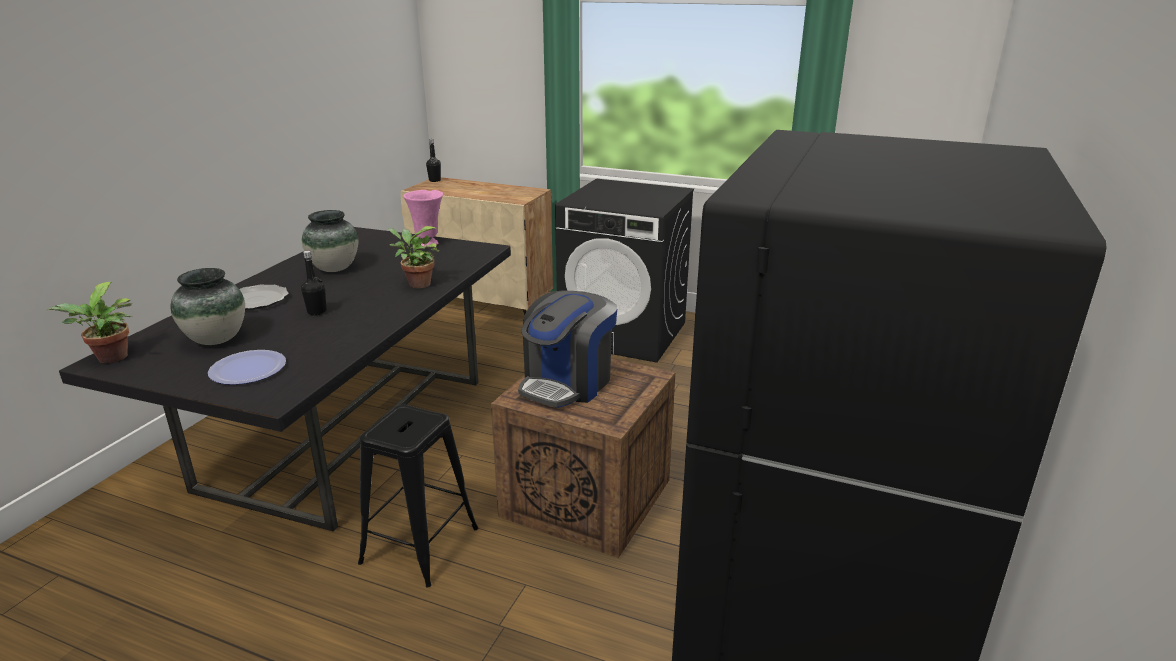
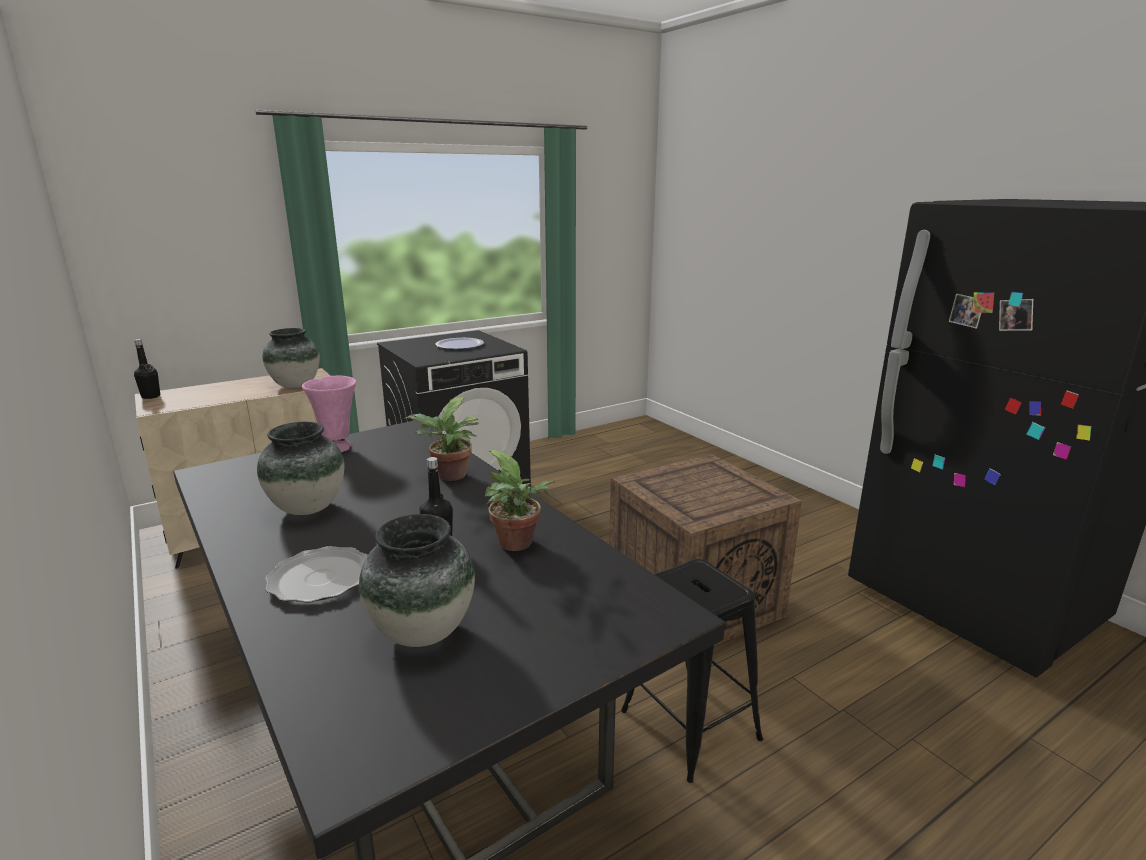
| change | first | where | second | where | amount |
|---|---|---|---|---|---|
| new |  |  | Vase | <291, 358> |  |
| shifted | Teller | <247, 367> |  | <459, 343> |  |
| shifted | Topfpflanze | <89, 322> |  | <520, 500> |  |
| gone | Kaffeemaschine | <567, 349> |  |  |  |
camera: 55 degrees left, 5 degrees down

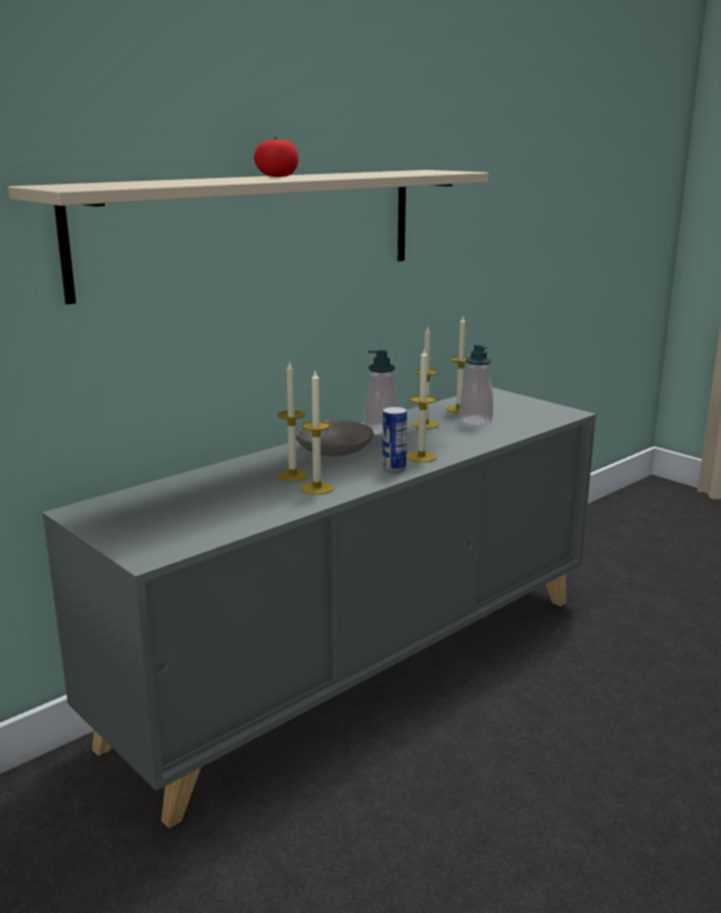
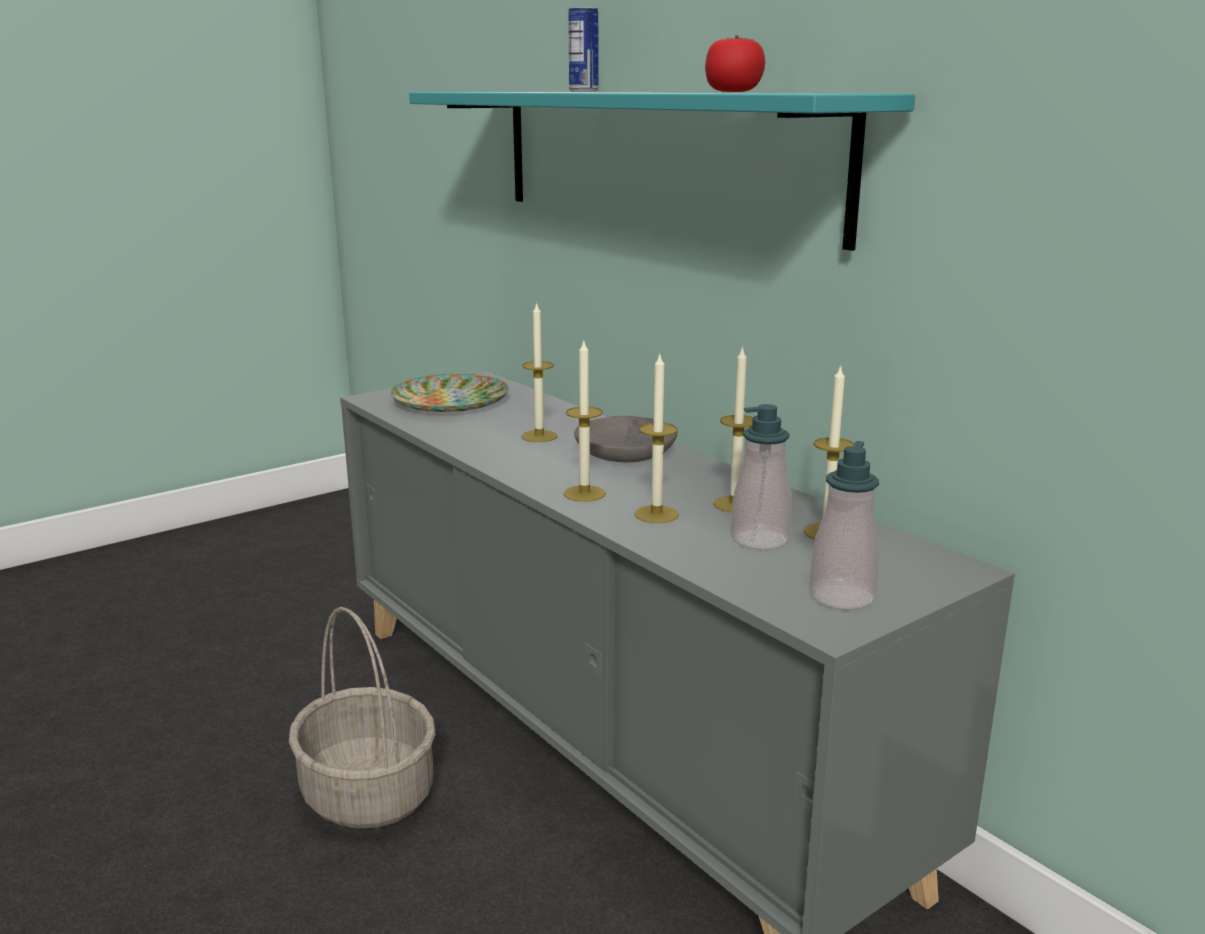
| change | first | where | second | where | amount |
|---|---|---|---|---|---|
| new |  |  | Korb | <362, 718> |  |
| new |  |  | Teller | <449, 393> |  |
| repainted | Wandregal (beige) | <248, 237> | Wandregal (türkis) | <662, 171> |  |
| shifted | Dose | <394, 439> |  | <583, 49> |  |
| shifted | Kerze | <317, 433> |  | <657, 439> |  |
| shifted | Tomate | <276, 157> |  | <735, 63> |  |
| shifted | Seifenspender | <381, 392> |  | <844, 525> |  |
camera: 95 degrees right, 0 degrees up

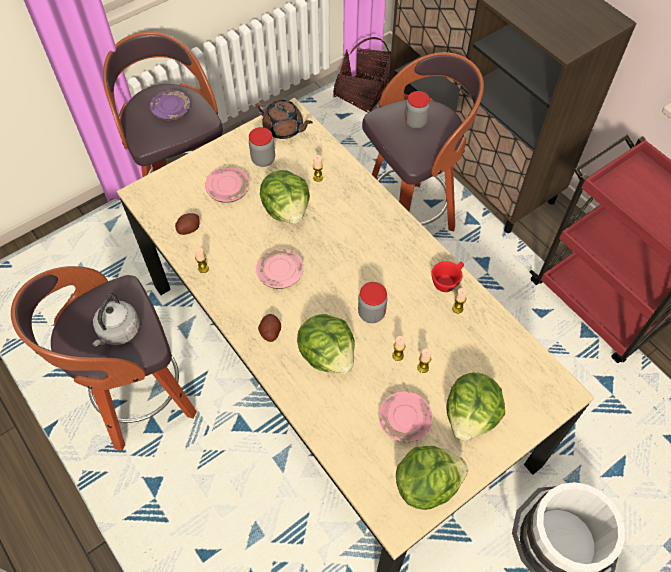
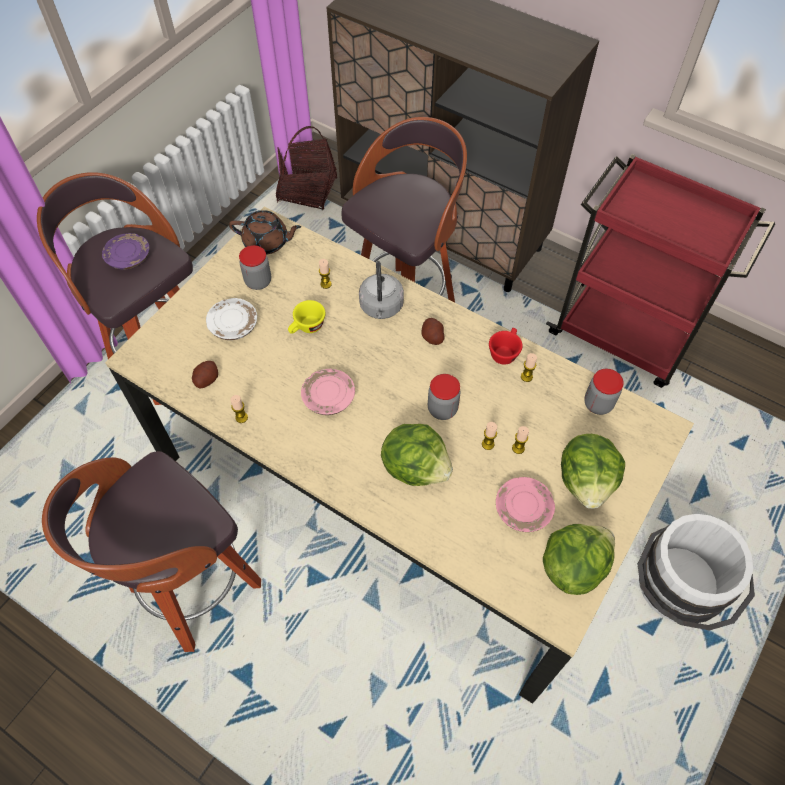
| change | first | where | second | where | amount |
|---|---|---|---|---|---|
| repainted | Teller (rosa) | <227, 185> | Teller (weiß) | <231, 319> |  |
| swapped | Salatkopf | <285, 197> | Tasse (gelb) | <306, 317> |  |
| shifted | Wasserkessel (grau) | <116, 319> |  | <381, 290> |  |
| shifted | Kartoffel | <269, 328> |  | <433, 331> |  |
| shifted | Vorratsglas | <417, 110> |  | <604, 392> |  |
camera: 20 degrees left, 0 degrees up

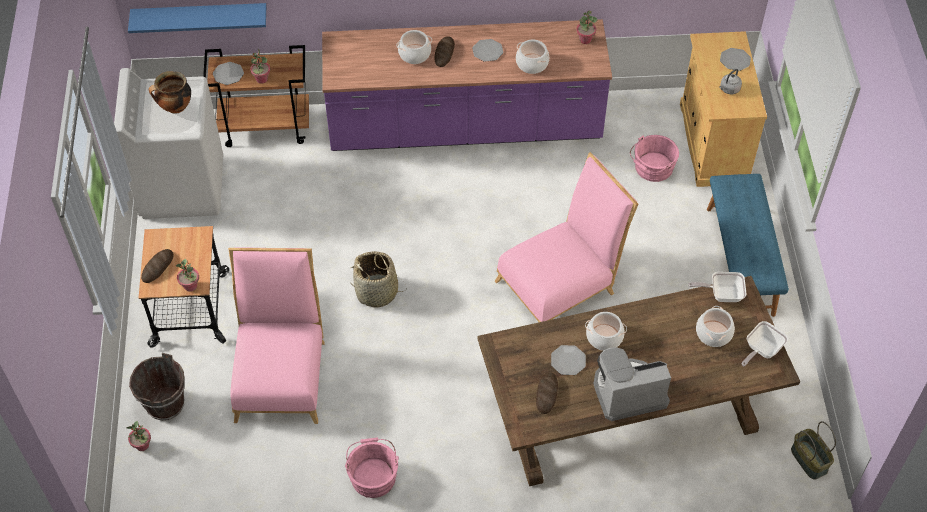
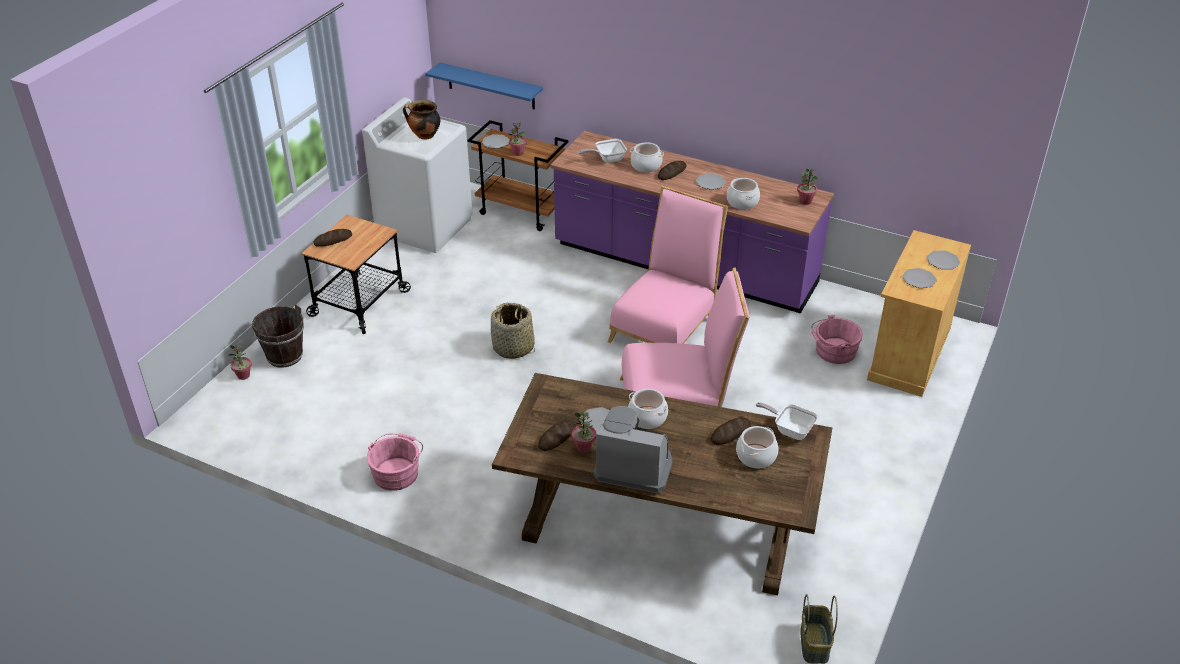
| change | first | where | second | where | amount |
|---|---|---|---|---|---|
| shifted | Topfpflanze | <187, 275> |  | <583, 432> |  |
| shifted | Pfanne | <765, 343> |  | <602, 151> |  |
| shifted | Stuhl (rosa) | <276, 335> |  | <668, 265> |  |
| new |  |  | Brot | <731, 431> |  |
| swapped | Wasserkessel (grau) | <730, 81> | Teller | <919, 278> |  |
| gone | Bank (blau) | <748, 245> |  |  |  |
camera: 30 degrees right, 15 degrees down

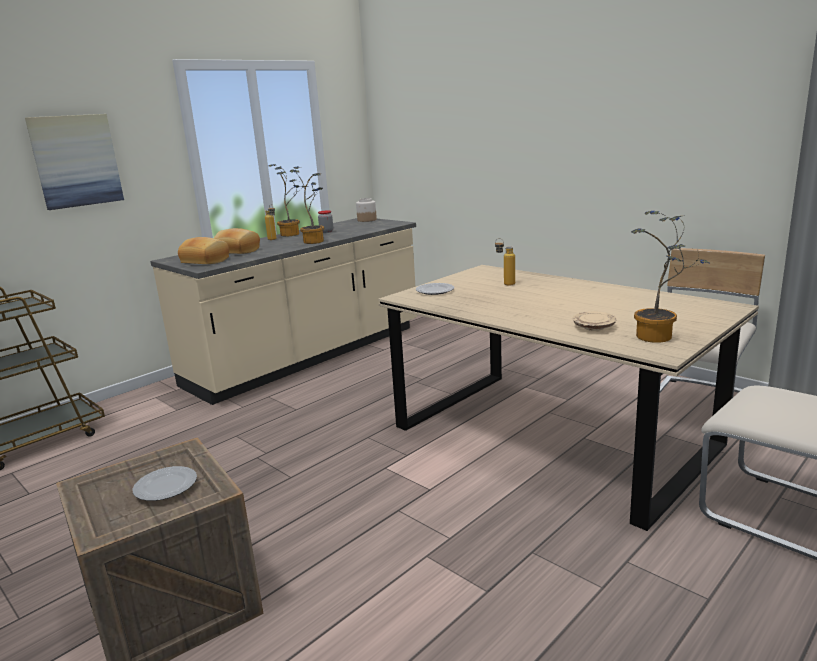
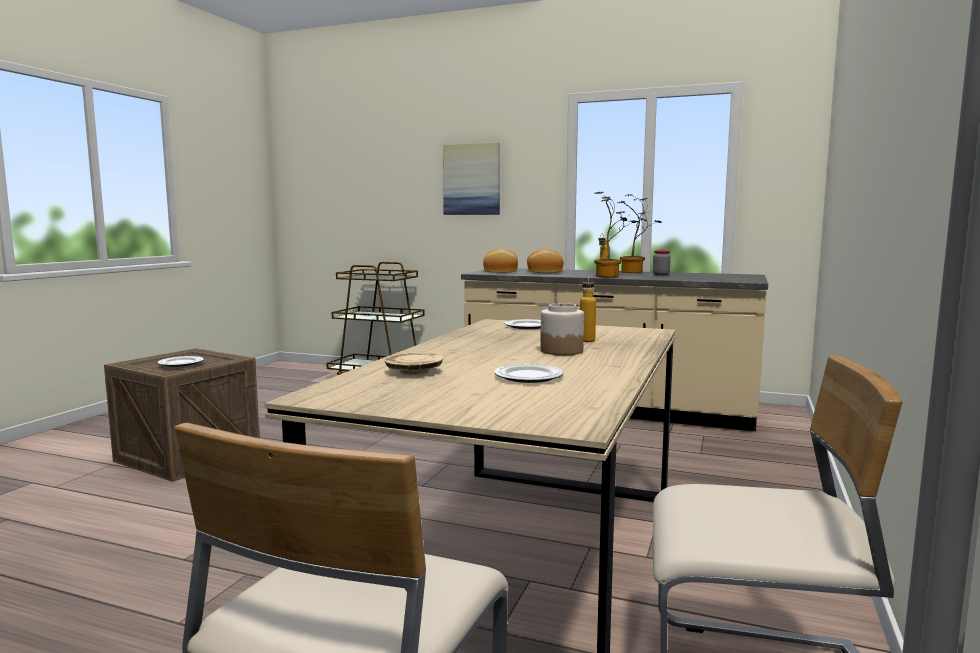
| change | first | where | second | where | amount |
|---|---|---|---|---|---|
| new |  |  | Teller | <529, 373> |  |
| shifted | Vorratsglas | <366, 210> |  | <562, 329> |  |
| gone | Topfpflanze | <670, 277> |  |  |  |
camera: 65 degrees right, 10 degrees down

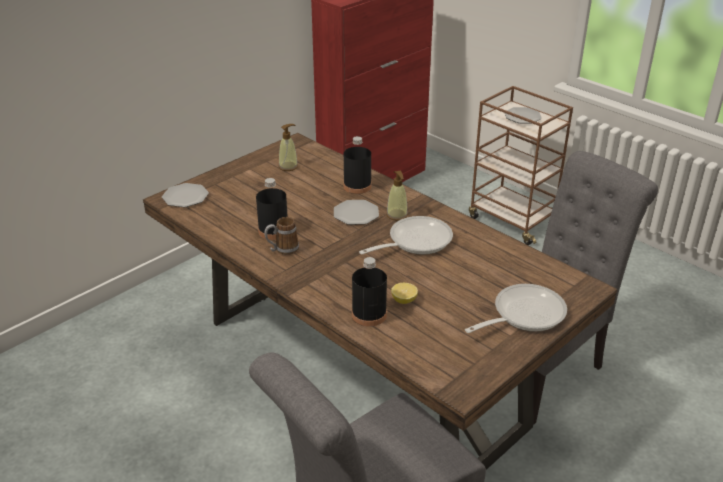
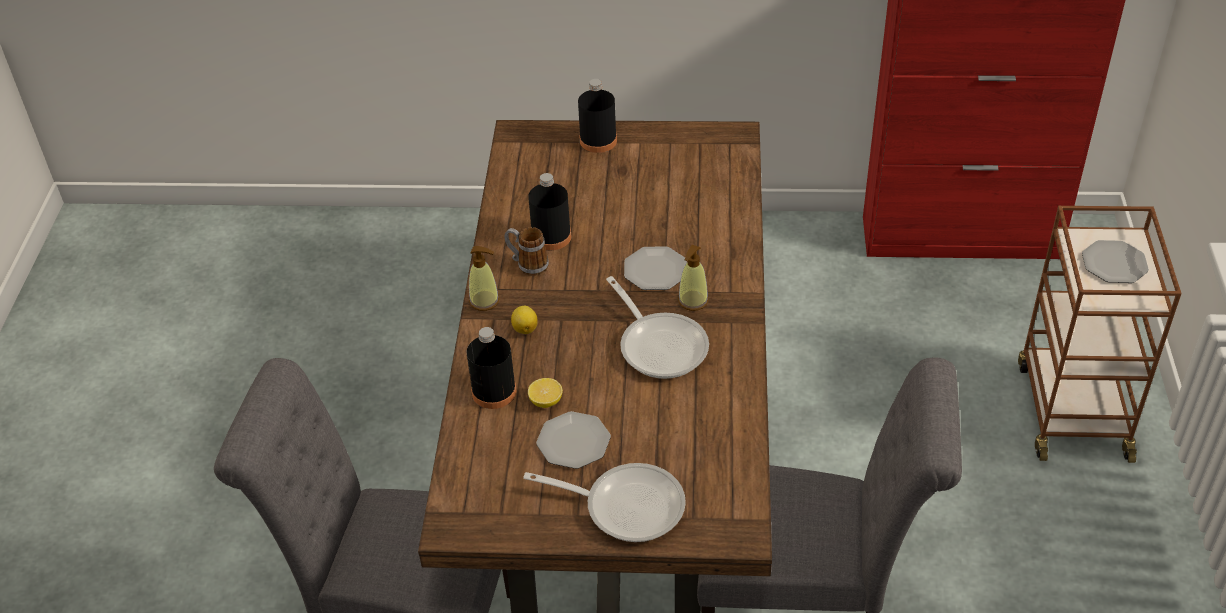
| change | first | where | second | where | amount |
|---|---|---|---|---|---|
| shifted | Seifenspender | <288, 147> |  | <484, 278> |  |
| new |  |  | Zitrone | <524, 320> |  |
| shifted | Teller | <185, 195> |  | <573, 440> |  |
| shifted | Flasche (schwarz) | <358, 165> |  | <597, 116> |  |
| rotated | Pfanne | <406, 235> |  | <657, 327> | 45 degrees clockwise |
camera: 50 degrees right, 10 degrees up

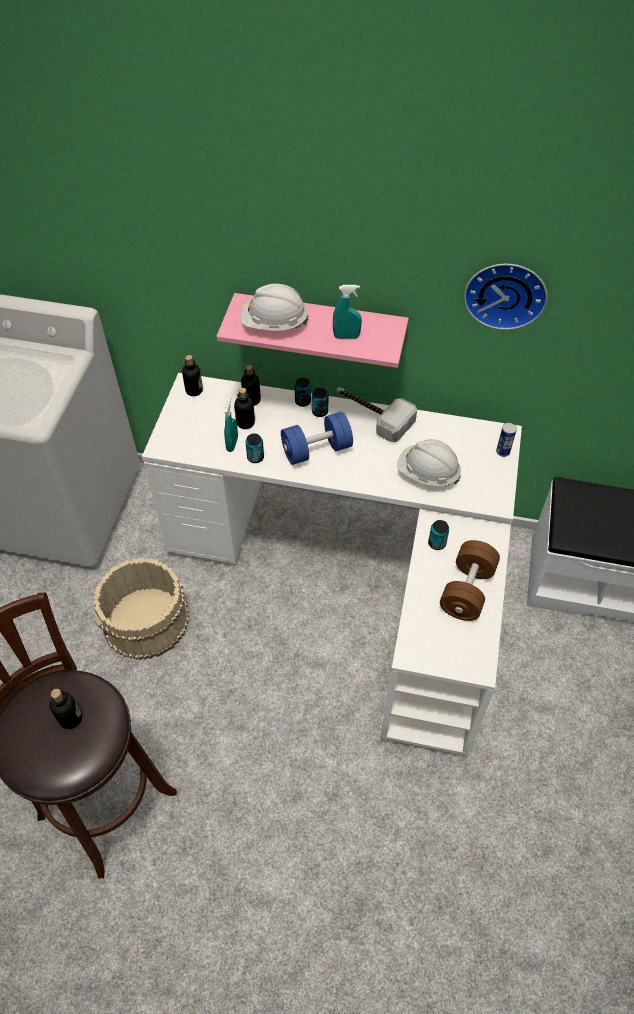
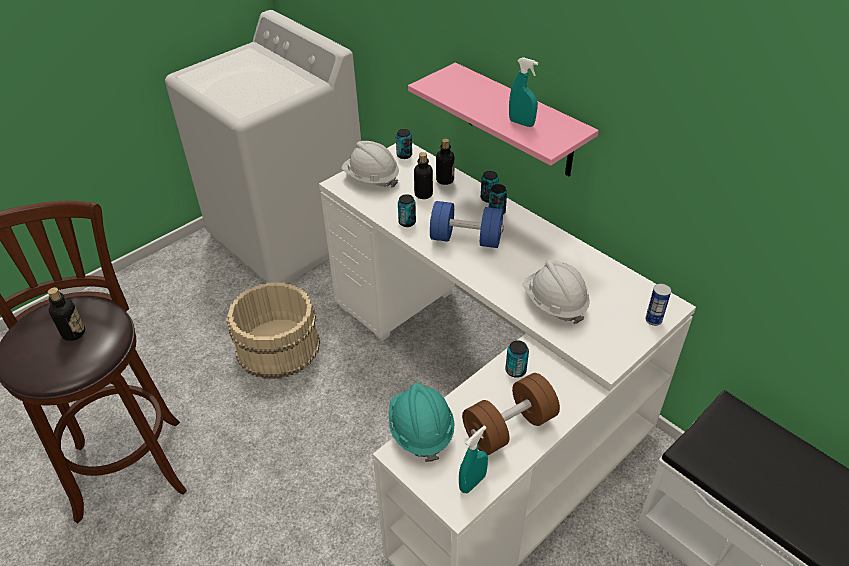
| change | first | where | second | where | amount |
|---|---|---|---|---|---|
| shifted | Schutzhelm (weiß) | <275, 307> |  | <370, 164> |  |
| new |  |  | Schutzhelm (türkis) | <421, 422> |  |
| swapped | Flasche | <192, 375> | Dose | <404, 144> |  |
| shifted | Sprühflasche (türkis) | <231, 424> |  | <473, 459> |  |
| gone | Hammer | <376, 414> |  |  |  |
| gone | Wanduhr | <506, 297> |  |  |  |
camera: 35 degrees right, 10 degrees down

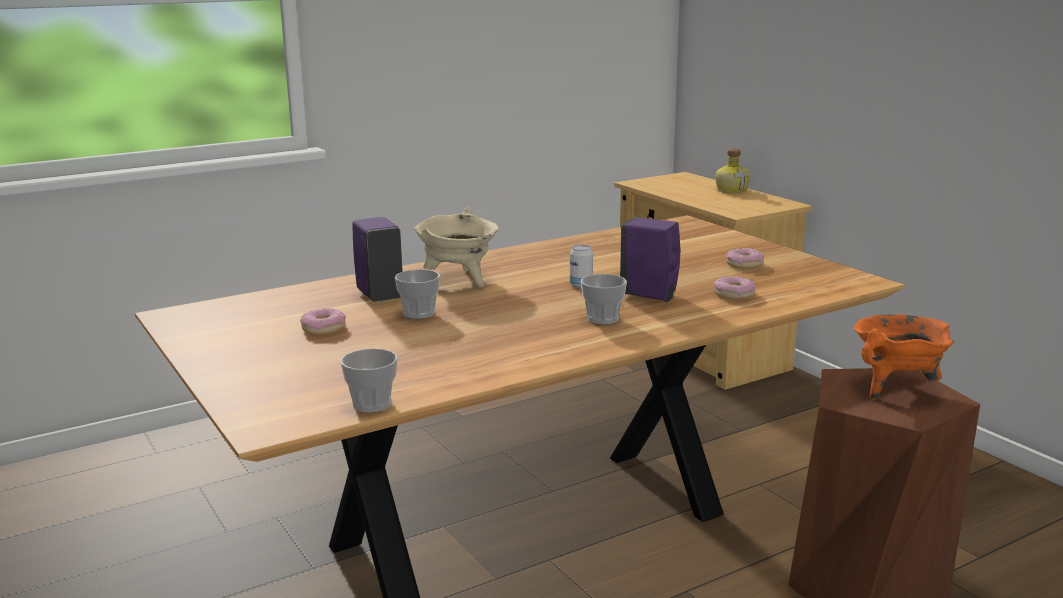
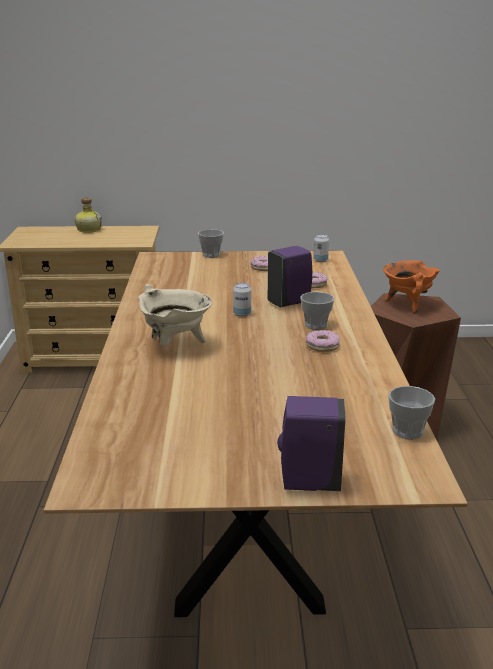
| change | first | where | second | where | amount |
|---|---|---|---|---|---|
| shifted | Tasse | <417, 294> |  | <211, 243> |  |
| shifted | Seifenspender (lila) | <377, 259> |  | <311, 443> |  |
| shifted | Donut | <323, 321> |  | <323, 341> |  |
| new |  |  | Dose | <321, 248> |  |
camera: 60 degrees left, 5 degrees up

